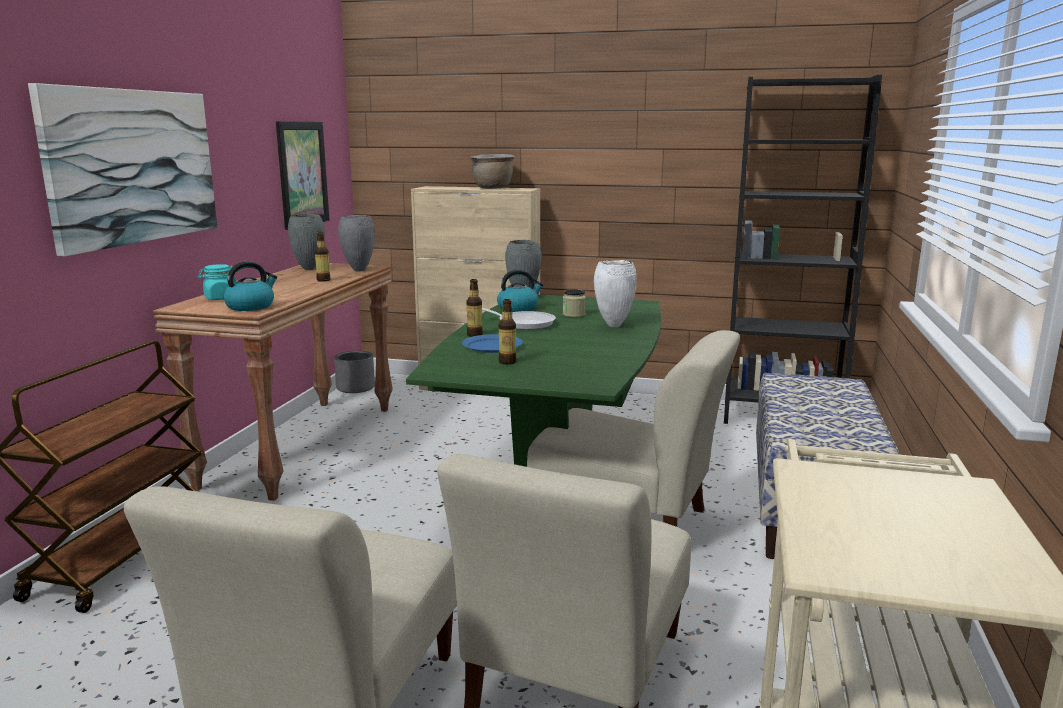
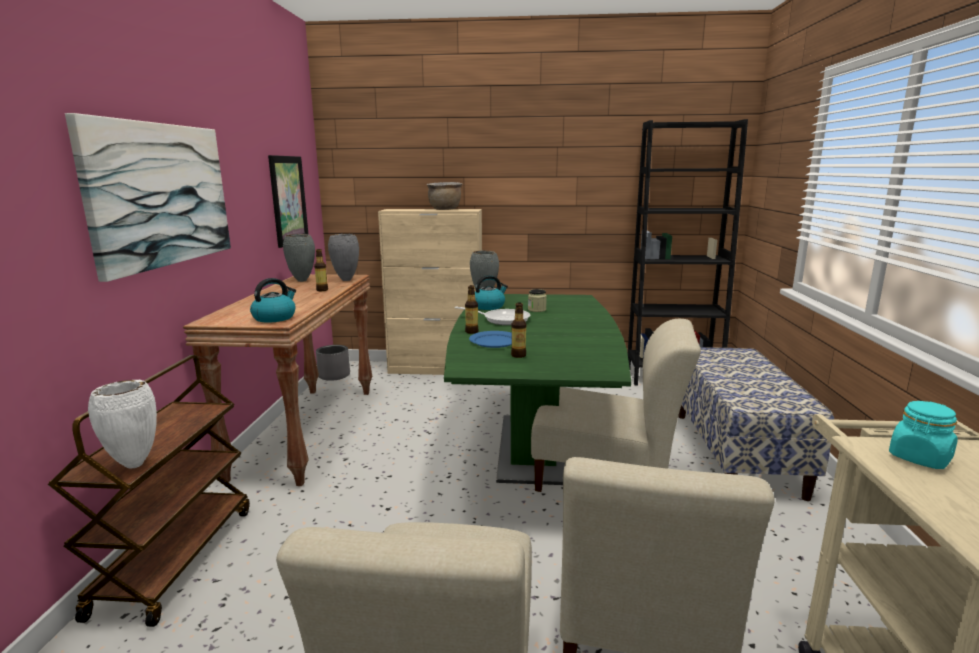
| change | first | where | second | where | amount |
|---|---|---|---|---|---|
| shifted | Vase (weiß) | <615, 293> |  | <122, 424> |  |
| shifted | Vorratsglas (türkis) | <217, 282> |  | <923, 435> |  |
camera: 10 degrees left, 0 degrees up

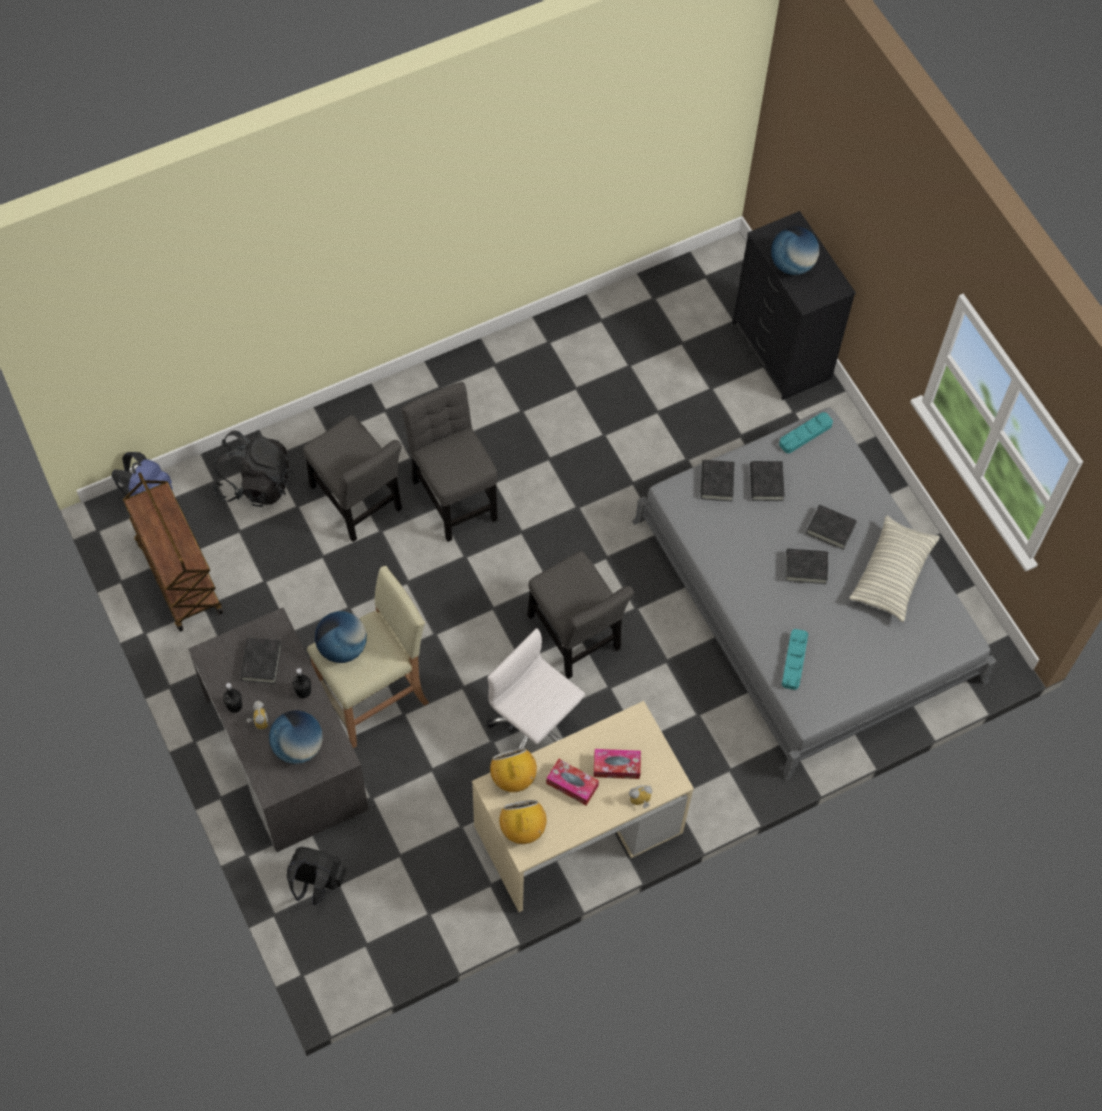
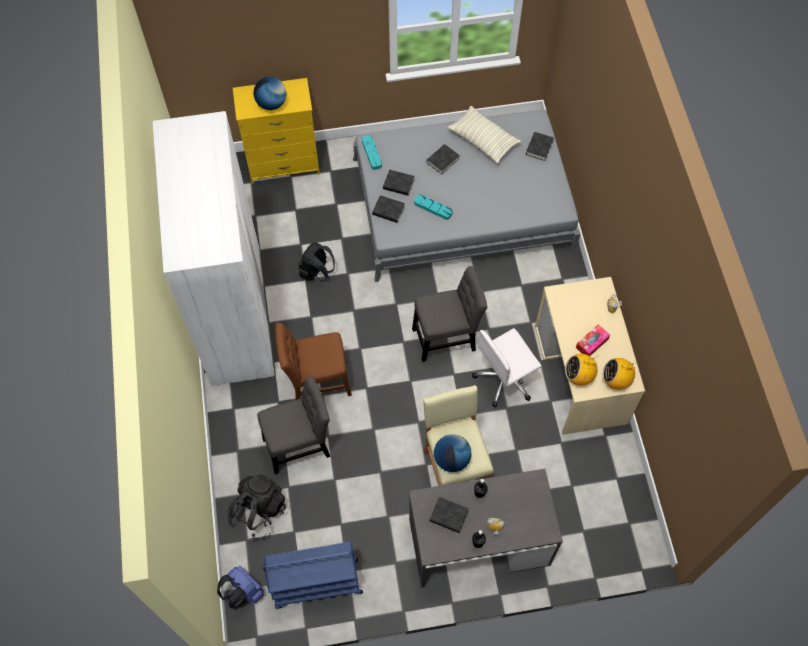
| change | first | where | second | where | amount |
|---|---|---|---|---|---|
| new |  |  | Kleiderschrank (weiß) | <213, 248> |  |
| repainted | Kommode (schwarz) | <794, 305> | Kommode (gelb) | <276, 131> |  |
| repainted | Rollwagen (braun) | <173, 552> | Rollwagen (blau) | <313, 575> |  |
| repainted | Stuhl (grau) | <450, 462> | Stuhl (braun) | <313, 361> |  |
| shifted | Rucksack (schwarz) | <316, 876> |  | <316, 261> |  |
| shifted | Tablett (türkis) | <795, 659> |  | <433, 207> |  |
| shifted | Buch (schwarz) | <806, 566> |  | <540, 146> |  |
| gone | Globus | <296, 737> |  |  |  |
| gone | Taschentuchbox | <617, 764> |  |  |  |
camera: 70 degrees left, 0 degrees up

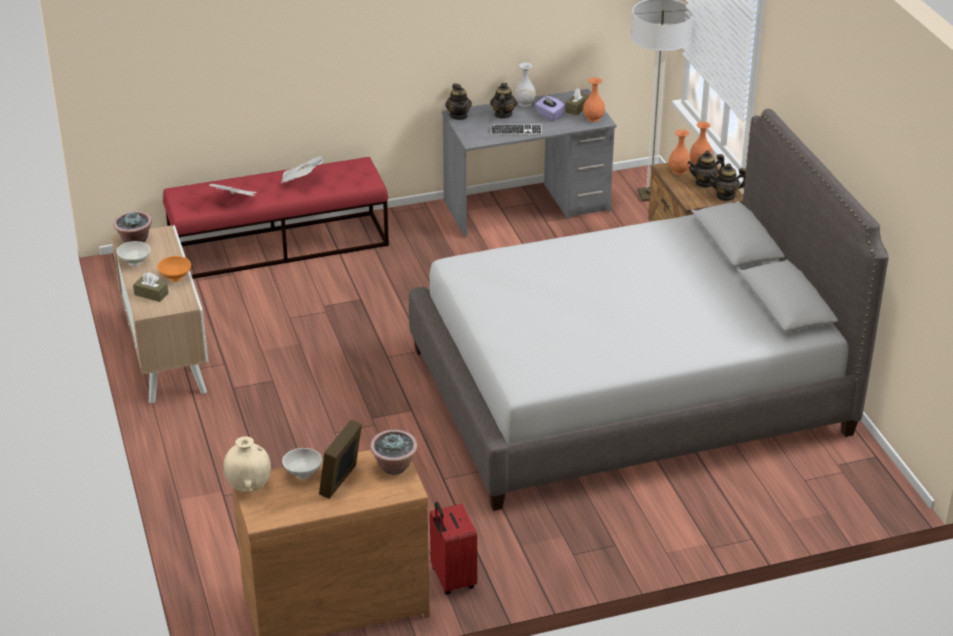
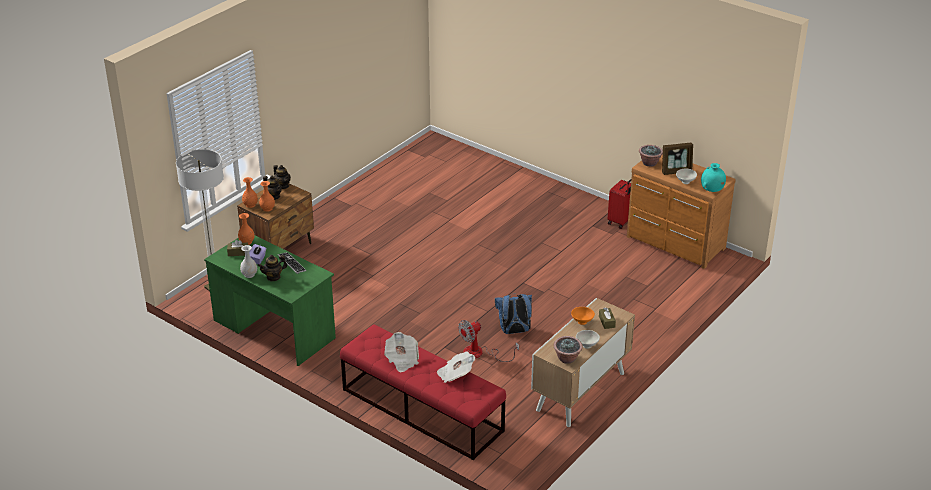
| change | first | where | second | where | amount |
|---|---|---|---|---|---|
| repainted | Schreibtisch (grau) | <529, 163> | Schreibtisch (grün) | <270, 301> |  |
| new |  |  | Ventilator | <488, 341> |  |
| new |  |  | Rucksack (blau) | <513, 313> |  |
| repainted | Vase (beige) | <247, 464> | Vase (türkis) | <713, 177> |  |
| gone | Bett (grau) | <649, 310> |  |  |  |
| gone | Teekanne | <458, 101> |  |  |  |
camera: 125 degrees left, 0 degrees up

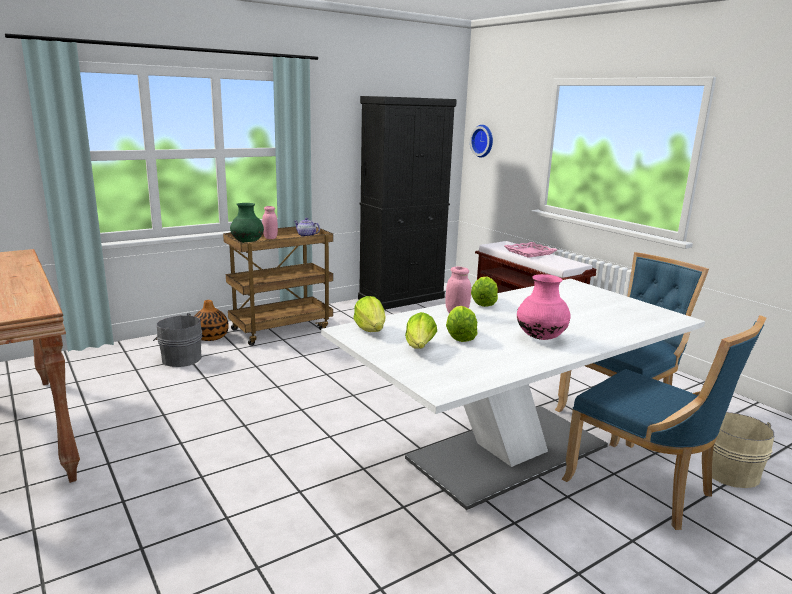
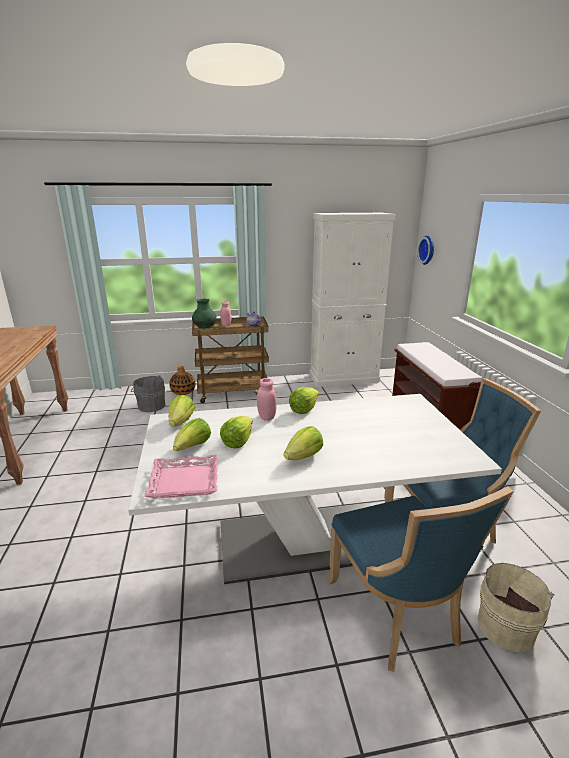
| change | first | where | second | where | amount |
|---|---|---|---|---|---|
| shifted | Tablett (rosa) | <530, 250> |  | <181, 477> |  |
| swapped | Vase (rosa) | <544, 307> | Salatkopf | <303, 443> |  |
| repainted | Schrank (schwarz) | <407, 203> | Schrank (weiß) | <353, 300> |  |
camera: 25 degrees right, 5 degrees up

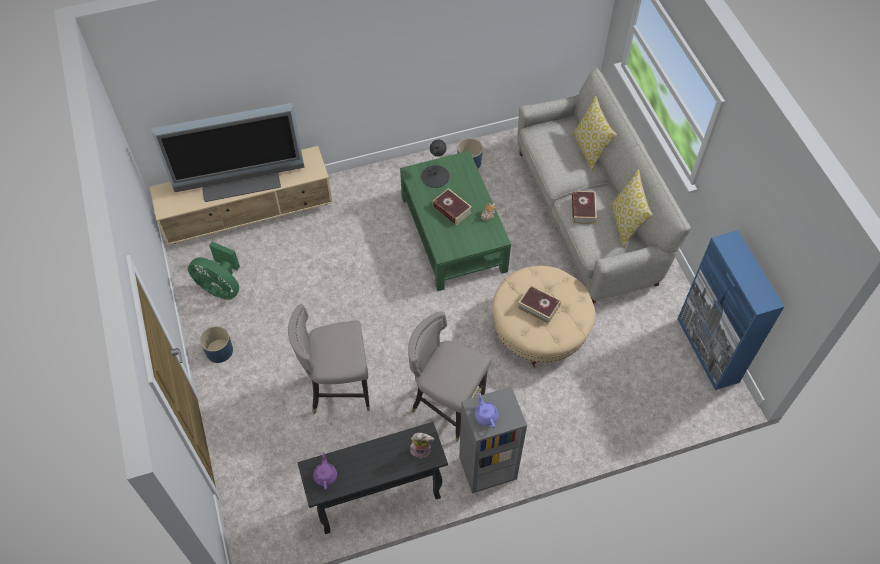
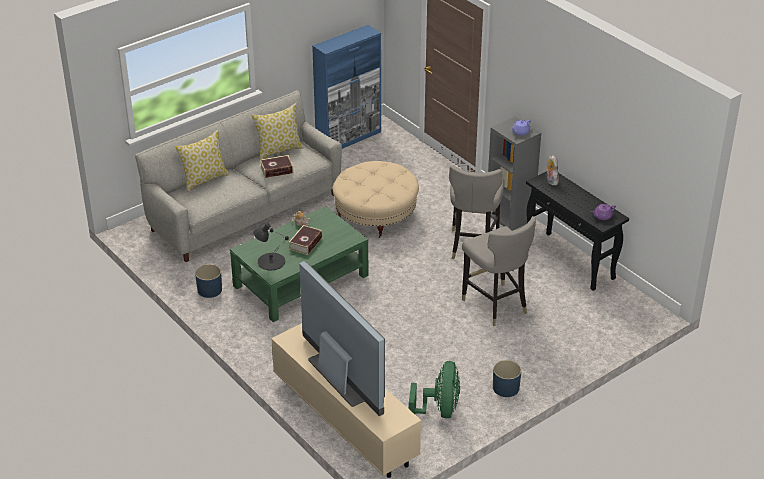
| change | first | where | second | where | amount |
|---|---|---|---|---|---|
| gone | Buch | <539, 305> |  |  |  |
camera: 110 degrees left, 20 degrees down

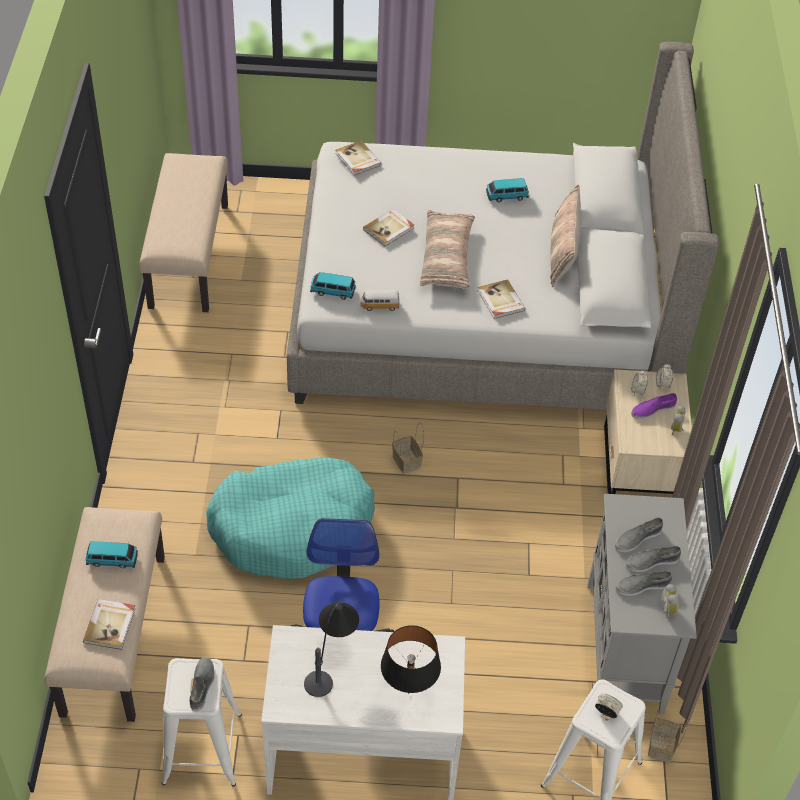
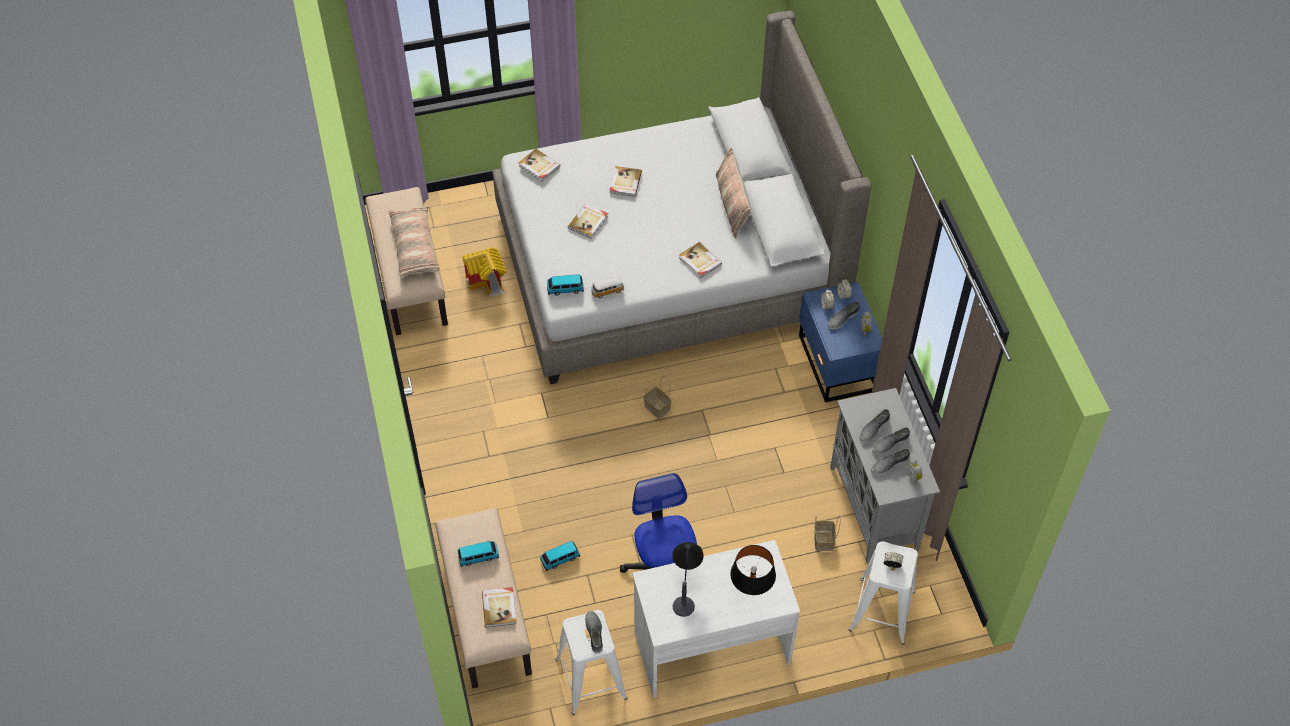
| change | first | where | second | where | amount |
|---|---|---|---|---|---|
| shifted | Kissen | <447, 249> |  | <414, 242> |  |
| new |  |  | Spielzeughaus | <484, 272> |  |
| shifted | Spielzeugauto | <507, 190> |  | <560, 556> |  |
| new |  |  | Buch | <625, 181> |  |
| repainted | Nachttisch (beige) | <648, 431> | Nachttisch (blau) | <840, 342> |  |
| shifted | Korb | <668, 736> |  | <827, 533> |  |
| repainted | Schuh (lila) | <654, 406> | Schuh (grau) | <844, 315> |  |
| gone | Hundebett (türkis) | <290, 518> |  |  |  |
camera: 15 degrees left, 5 degrees up

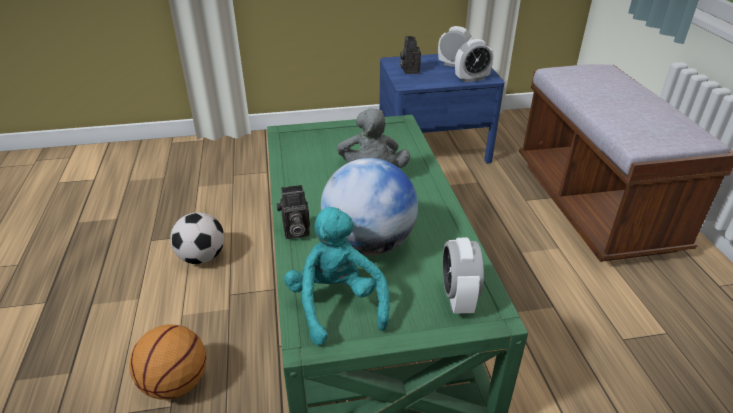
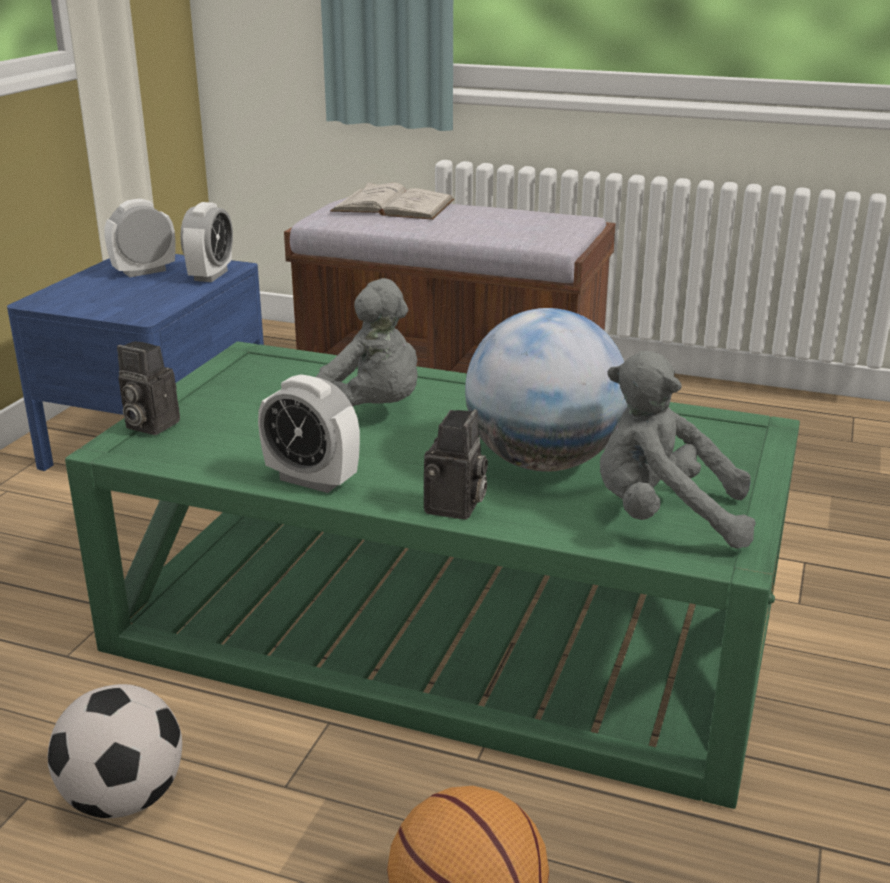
| change | first | where | second | where | amount |
|---|---|---|---|---|---|
| shifted | Kamera | <410, 54> |  | <148, 388> |  |
| shifted | Wecker | <463, 275> |  | <309, 433> |  |
| new |  |  | Buch (weiß) | <392, 201> |  |
| repainted | Plüschtier (türkis) | <337, 276> | Plüschtier (grau) | <678, 449> |  |
camera: 60 degrees left, 10 degrees down

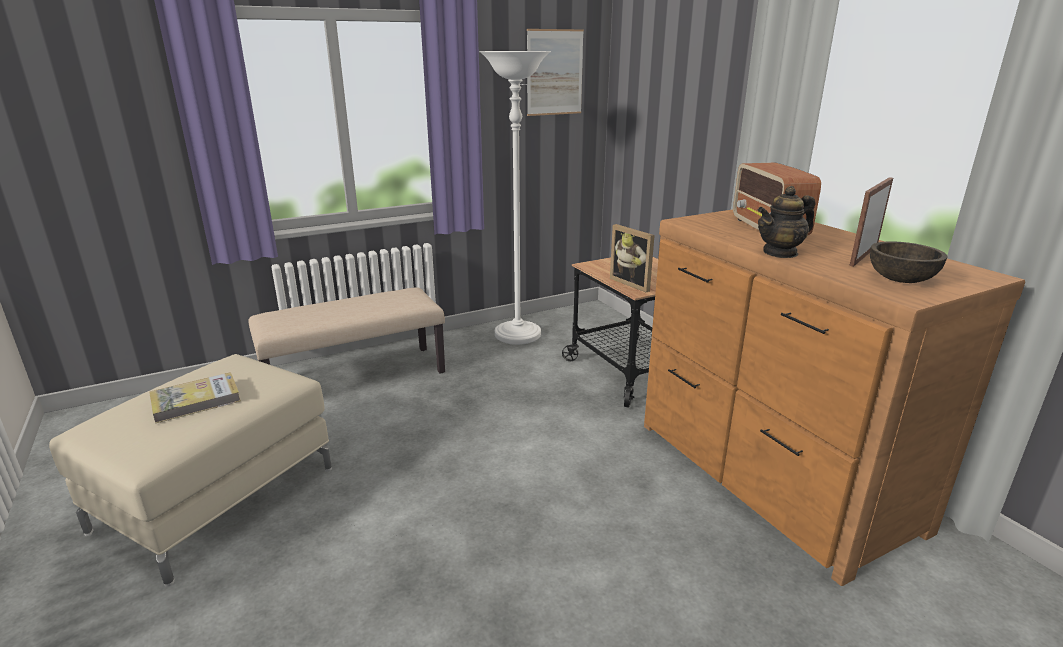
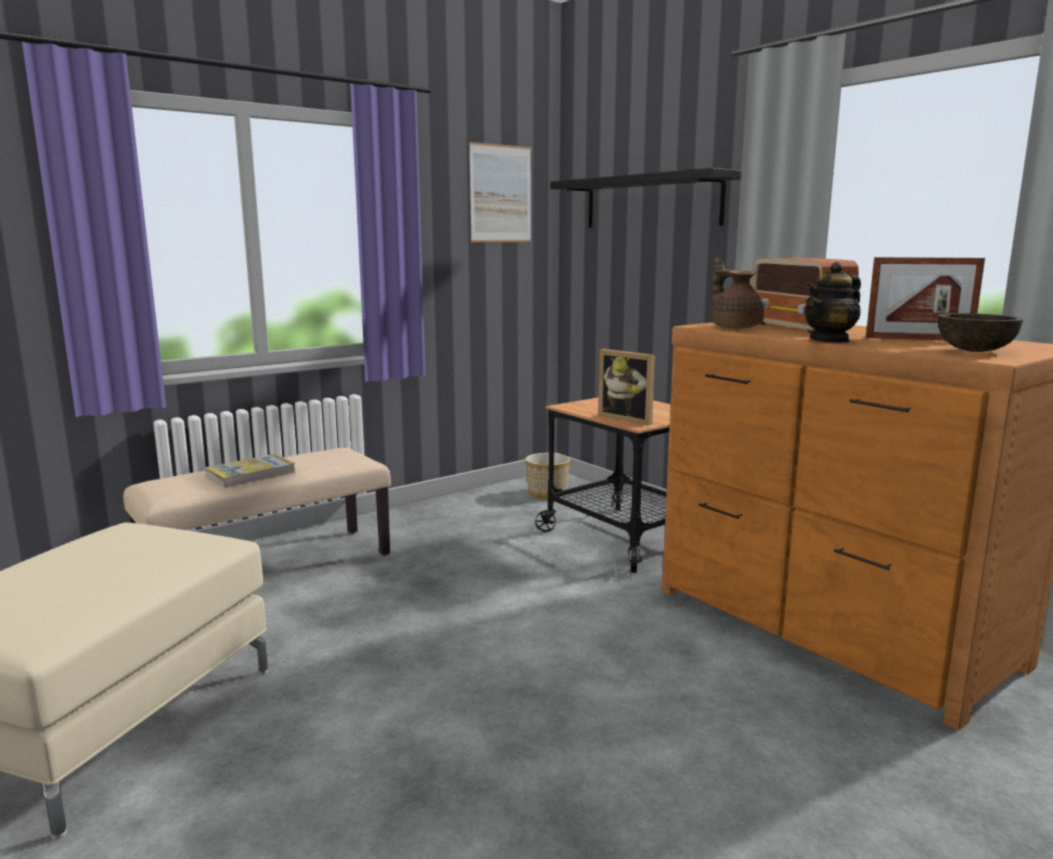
| change | first | where | second | where | amount |
|---|---|---|---|---|---|
| shifted | Buch | <195, 397> |  | <250, 471> |  |
| new |  |  | Pflanzkübel | <547, 476> |  |
| new |  |  | Wandregal (schwarz) | <646, 198> |  |
| new |  |  | Teekanne (braun) | <738, 293> |  |
| rotated | Bilderrahmen | <871, 222> |  | <925, 299> | 105 degrees counterclockwise |
| gone | Stehlampe (weiß) | <515, 198> |  |  |  |
camera: 10 degrees left, 10 degrees down

